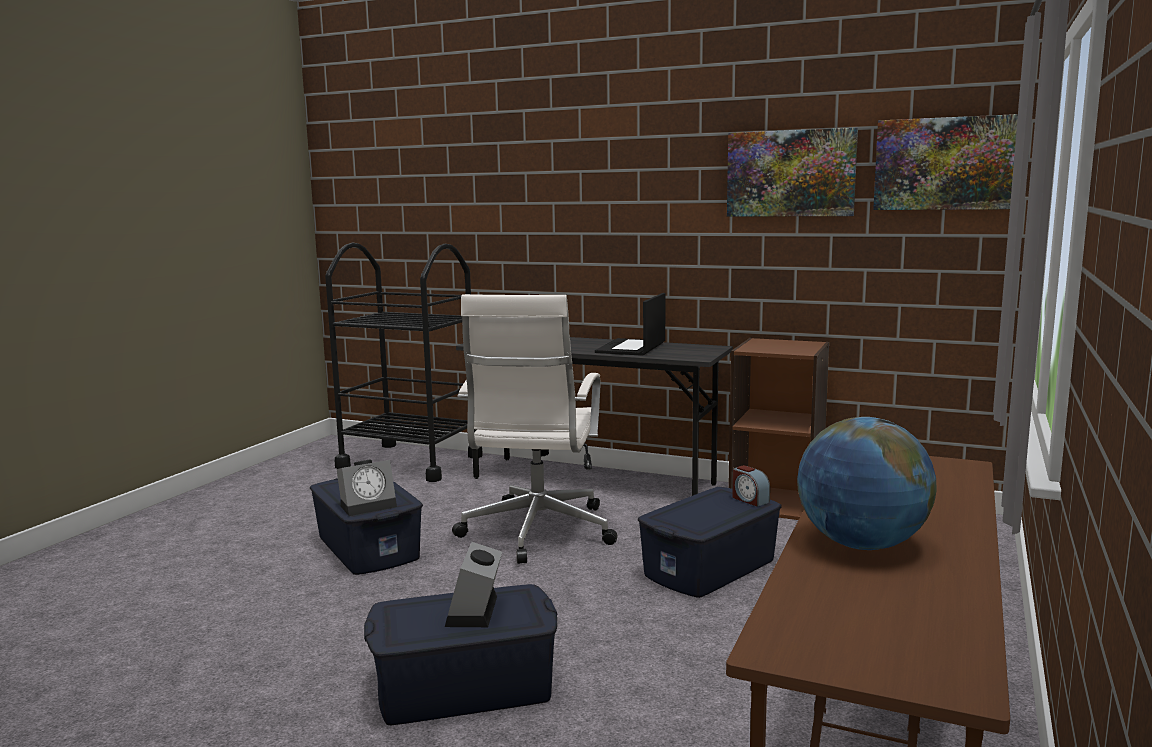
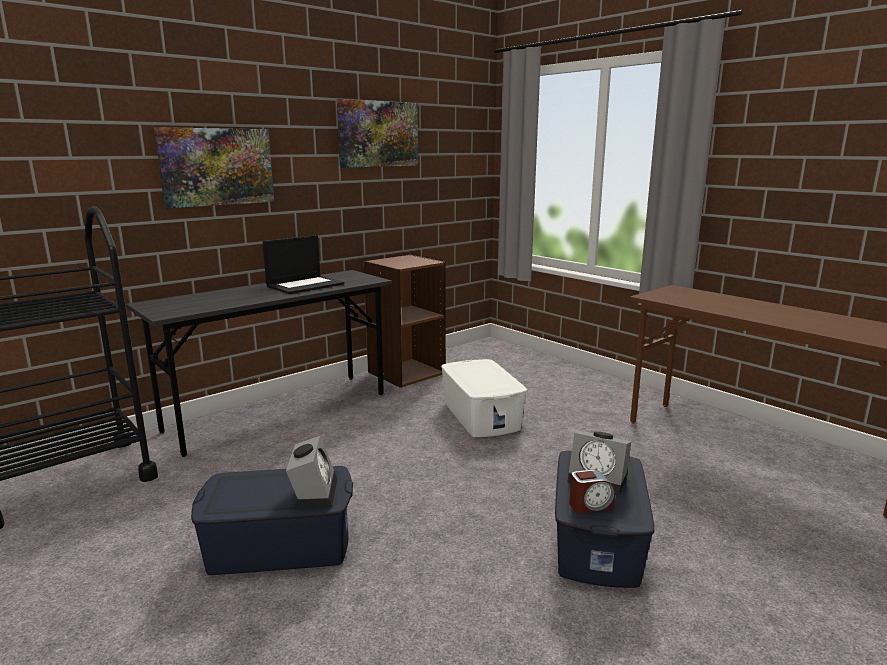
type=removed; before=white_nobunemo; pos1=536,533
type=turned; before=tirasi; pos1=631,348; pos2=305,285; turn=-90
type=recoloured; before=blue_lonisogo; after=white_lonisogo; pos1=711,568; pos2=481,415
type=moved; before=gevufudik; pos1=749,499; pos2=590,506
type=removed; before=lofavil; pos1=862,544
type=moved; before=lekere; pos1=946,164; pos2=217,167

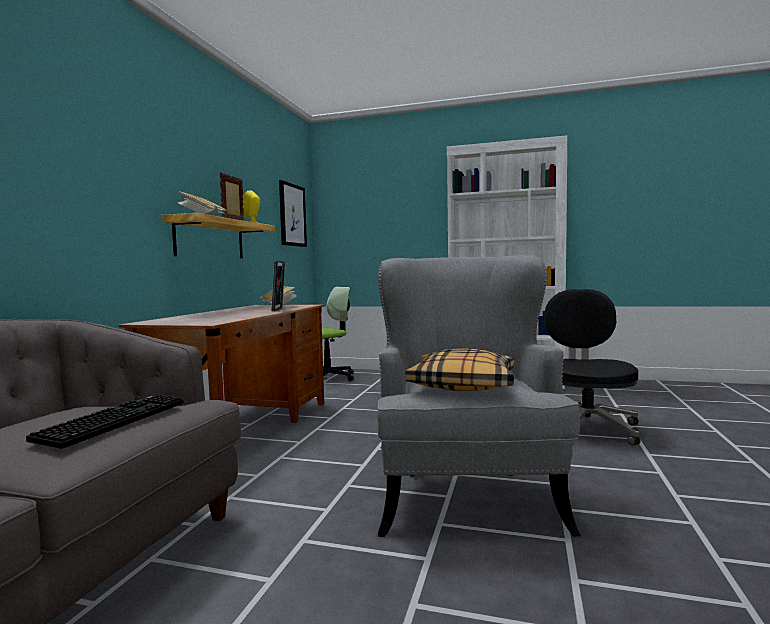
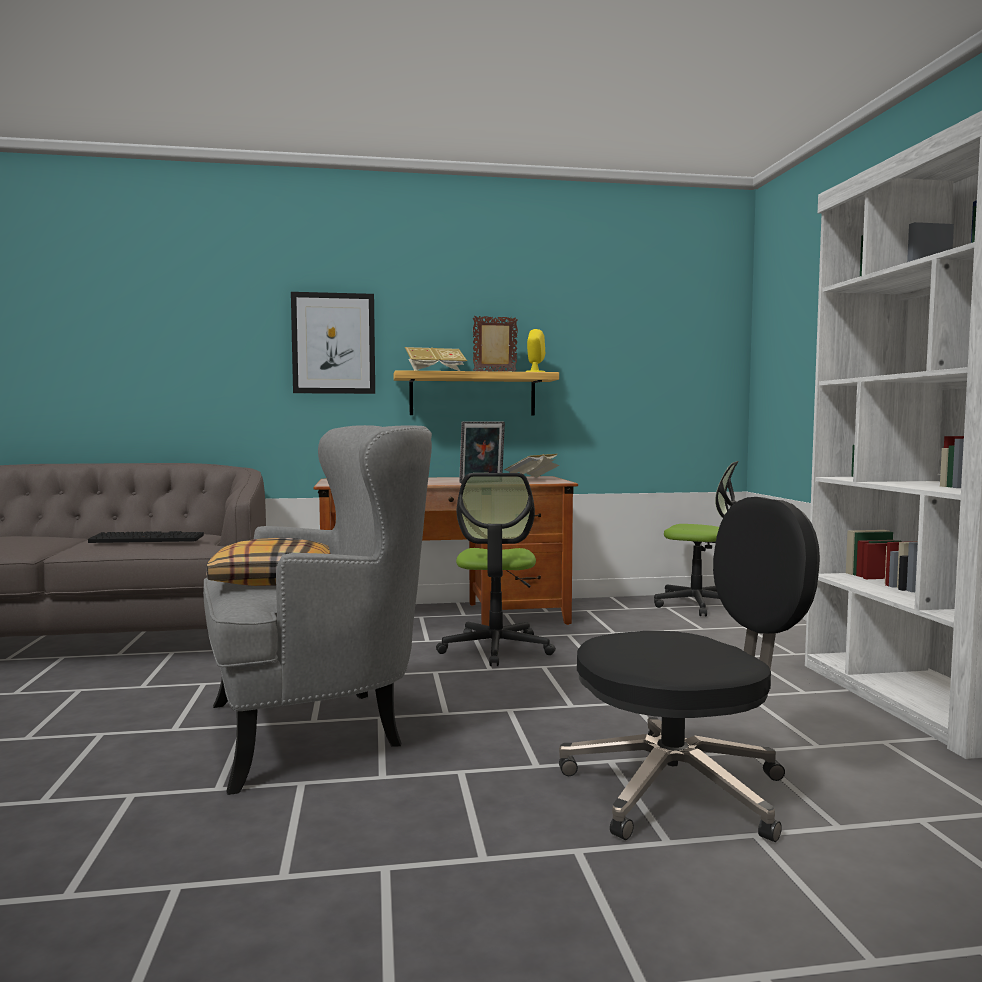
type=moved; before=lekere; pos1=292,215; pos2=333,343
type=added; after=nobunemo; pos2=496,649

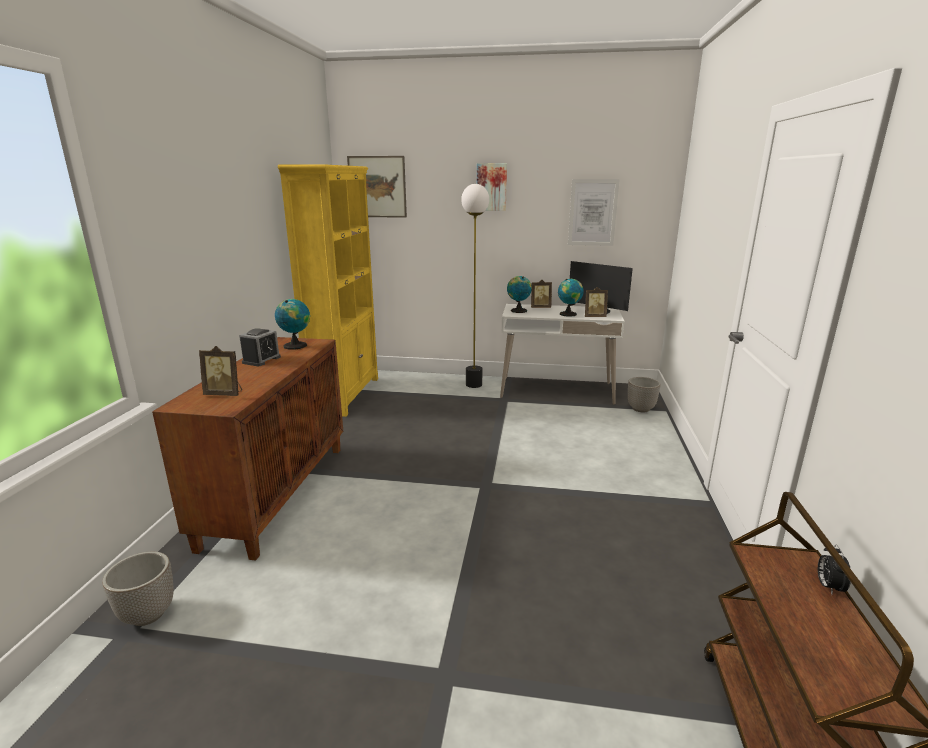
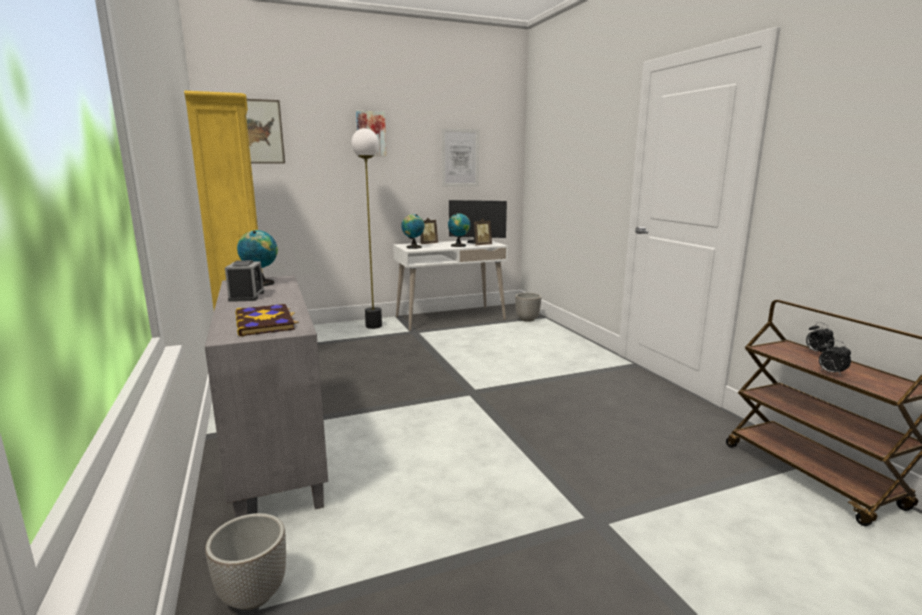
type=recoloured; before=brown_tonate; after=grey_tonate; pos1=277,493; pos2=274,449
type=replaced; before=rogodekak; after=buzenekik; pos1=225,394; pos2=265,322
type=added; after=gevufudik; pos2=830,373

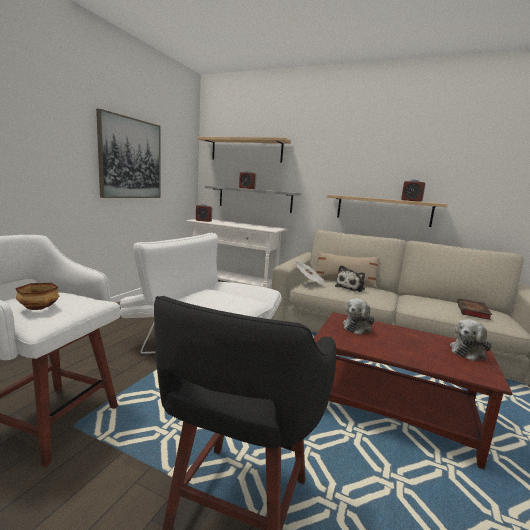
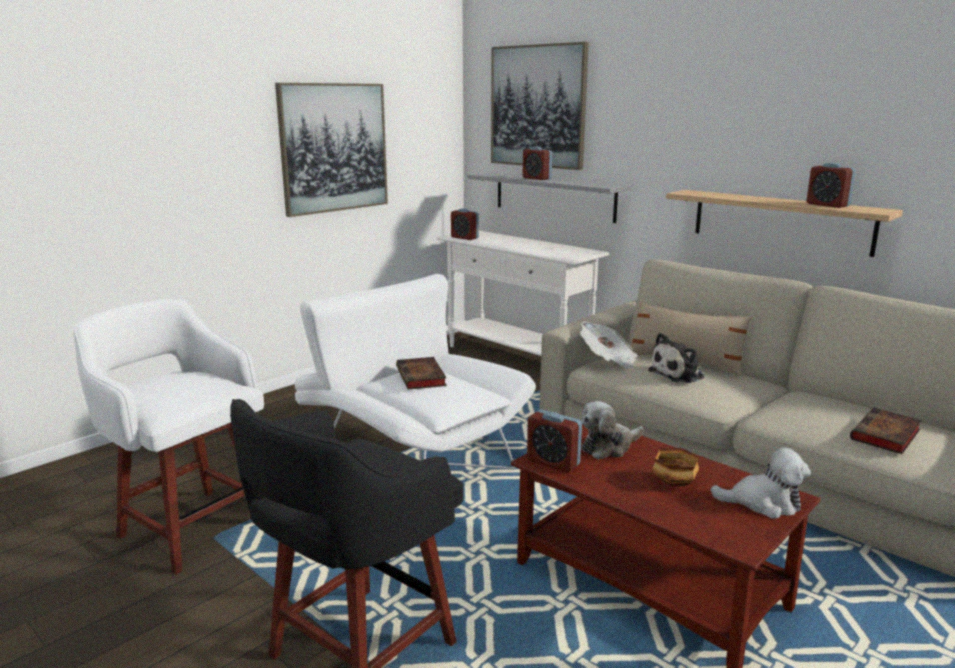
type=moved; before=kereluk; pos1=37,308; pos2=672,482
type=replaced; before=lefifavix; after=lekere; pos1=246,150; pos2=538,106
type=turned; before=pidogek; pos1=468,351; pos2=763,503; turn=-150
type=added; after=buzenekik; pos2=422,377
type=added; after=gevufudik; pos2=553,462

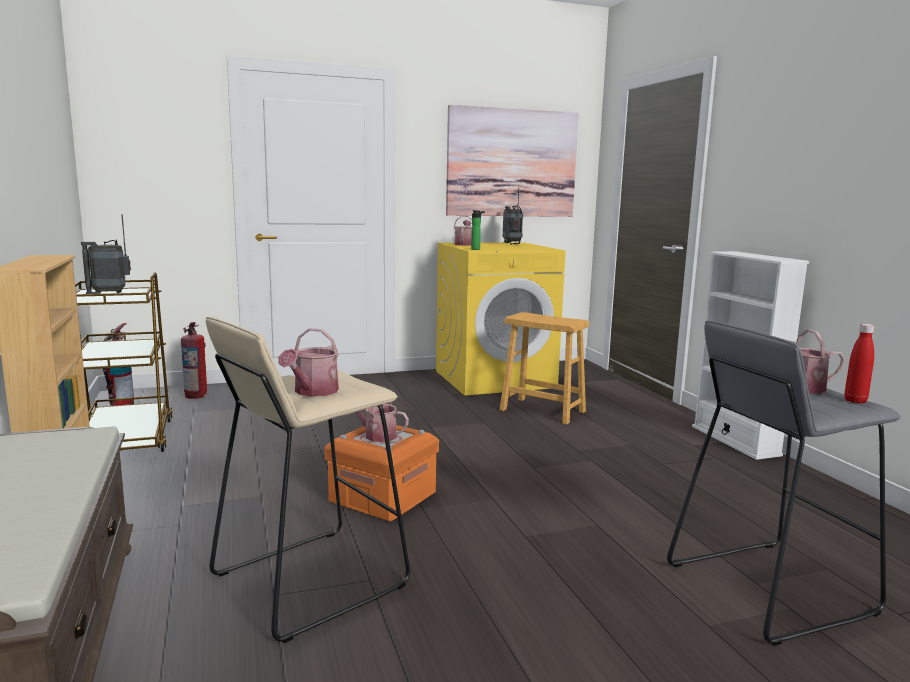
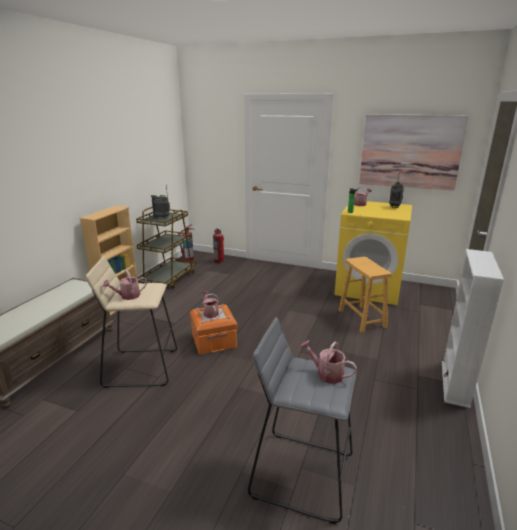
type=removed; before=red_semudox; pos1=855,401

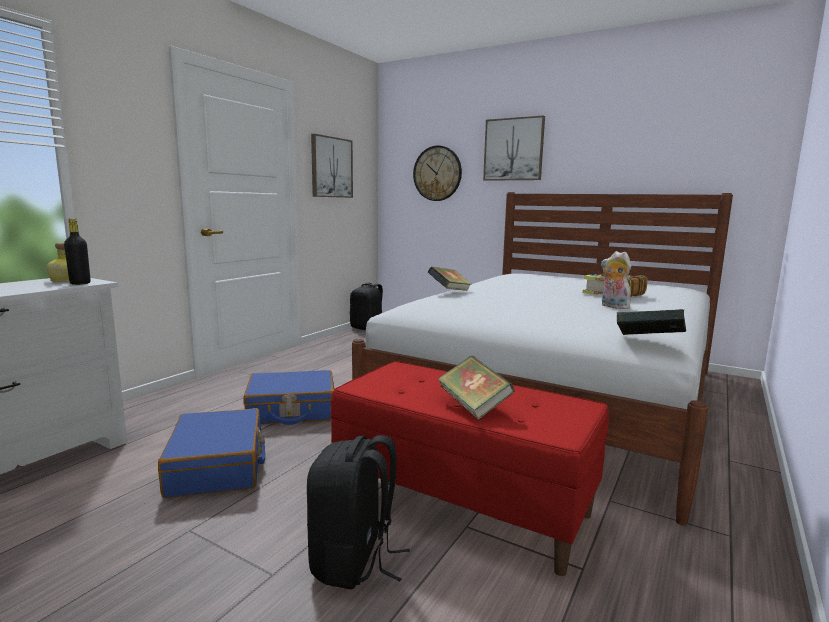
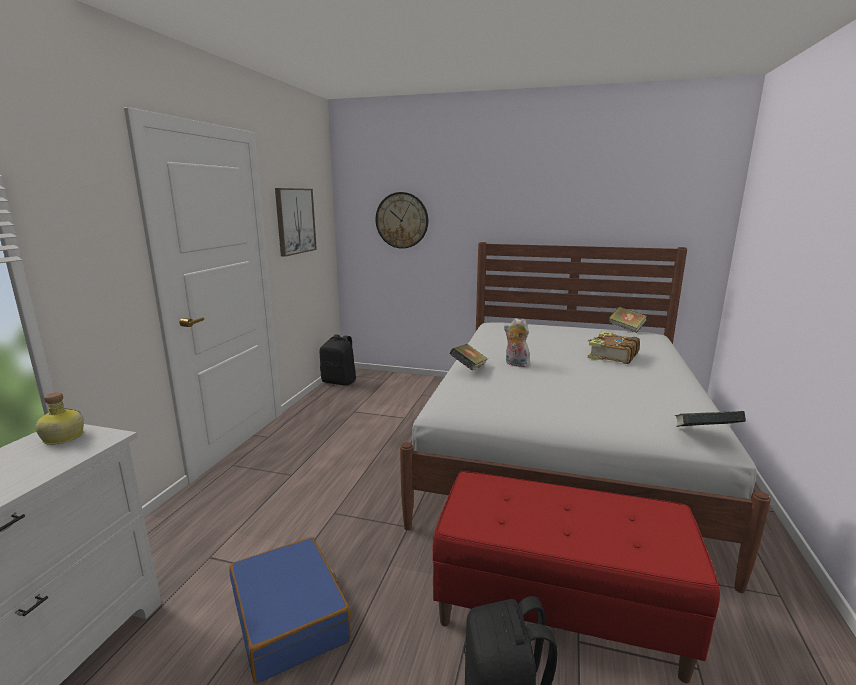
type=removed; before=black_semudox; pos1=80,283
type=removed; before=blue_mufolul; pos1=291,410
type=moved; before=buzenekik; pos1=473,406; pos2=626,329
type=removed; before=lekere; pos1=513,149
type=moved; before=pidogek; pos1=613,306; pos2=515,364

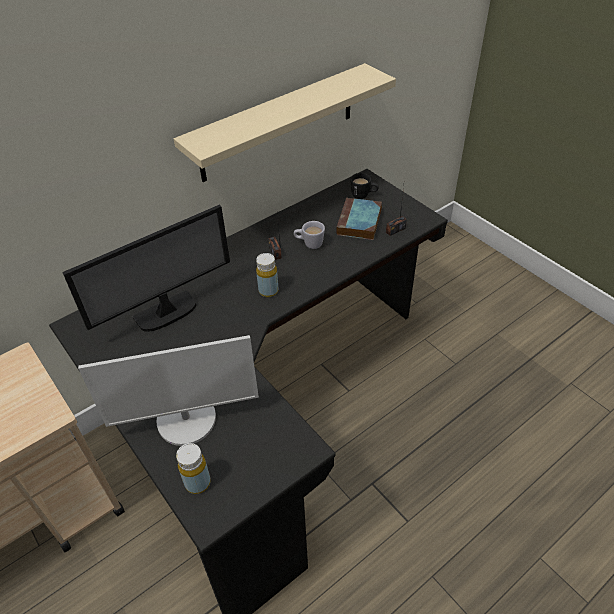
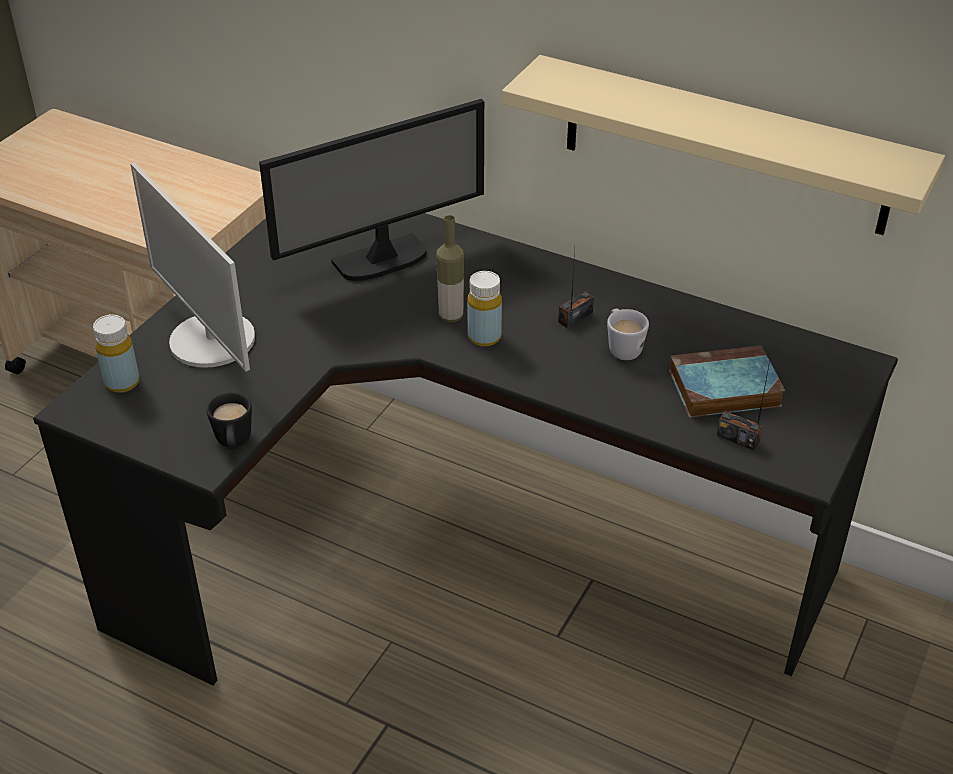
type=turned; before=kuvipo; pos1=167,313; pos2=382,261; turn=-60
type=moved; before=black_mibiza; pos1=363,195; pos2=234,443
type=added; after=semudox; pos2=451,316

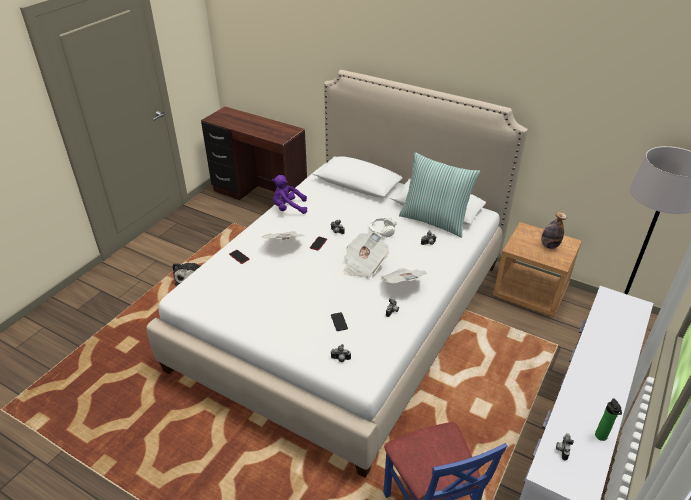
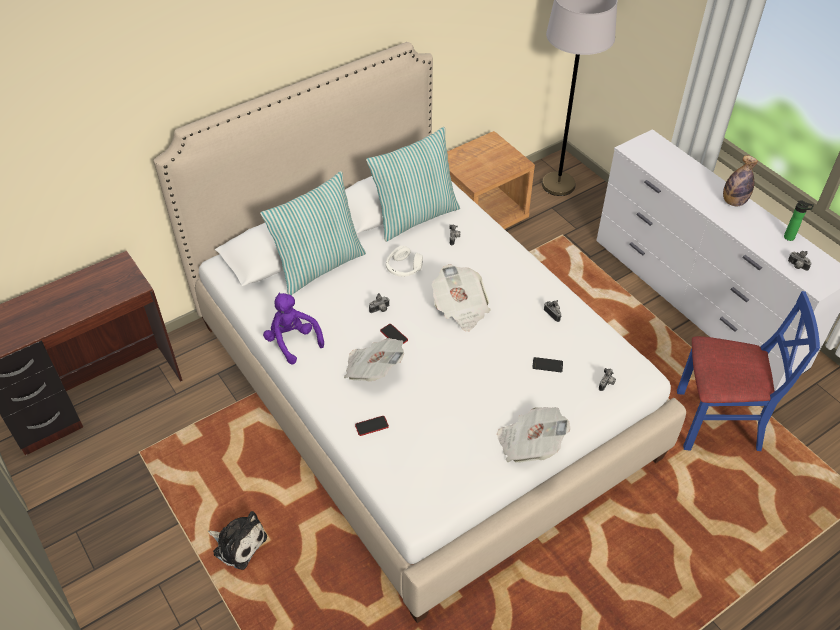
type=turned; before=purple_pidogek; pos1=288,208; pos2=292,341; turn=120
type=moved; before=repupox; pos1=402,284; pos2=529,444
type=moved; before=semudox; pos1=549,246; pos2=733,202
type=added; after=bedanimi; pos2=318,265

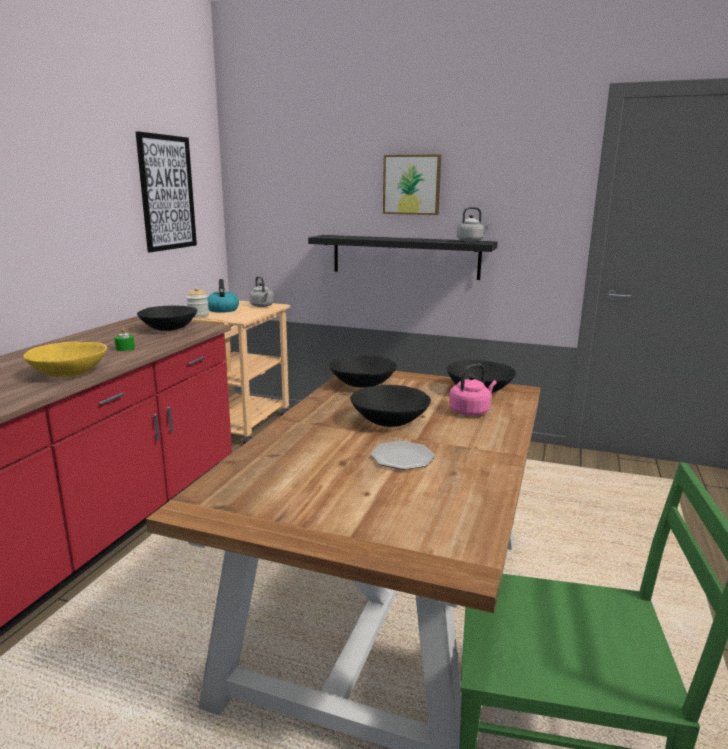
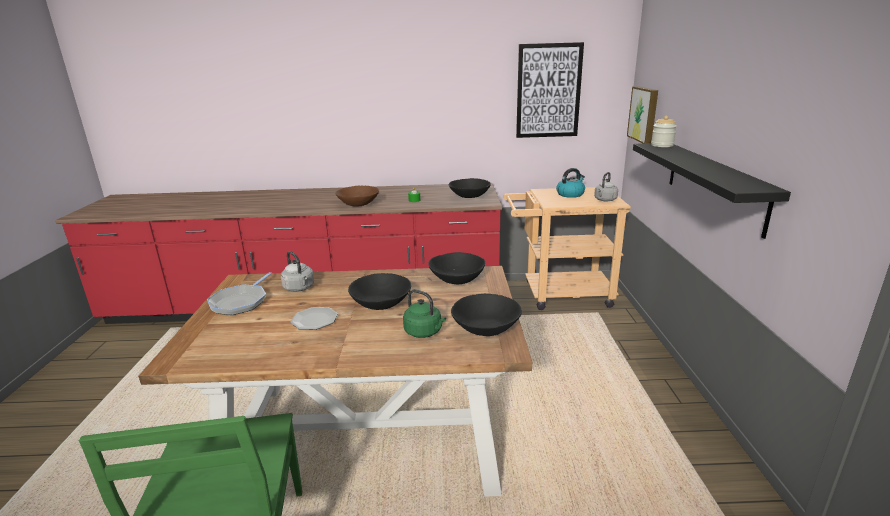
type=recoloured; before=yellow_kereluk; after=brown_kereluk; pos1=69,373; pos2=358,204
type=moved; before=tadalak; pos1=198,315; pos2=662,145
type=moved; before=lekere; pos1=412,185; pos2=644,114
type=recoloured; before=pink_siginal; after=green_siginal; pos1=471,411; pos2=424,332
type=moved; before=grey_siginal; pos1=471,241; pos2=299,288
type=added; after=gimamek; pos2=241,302

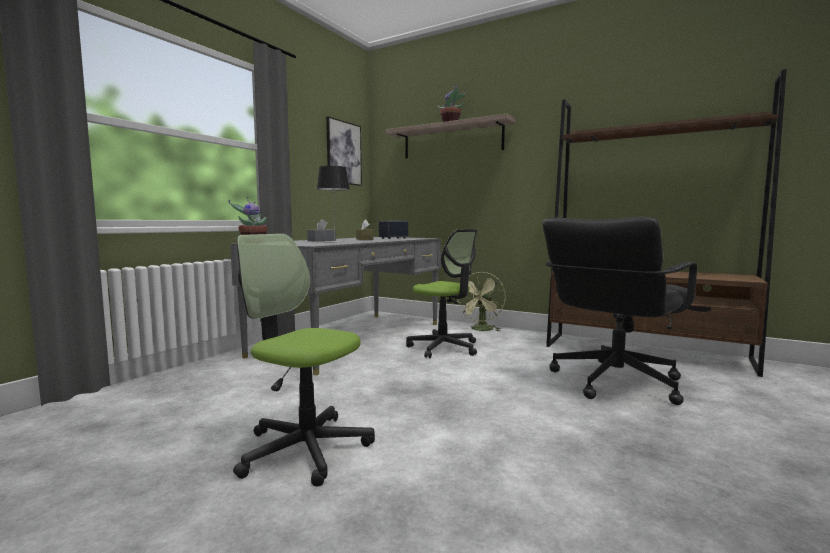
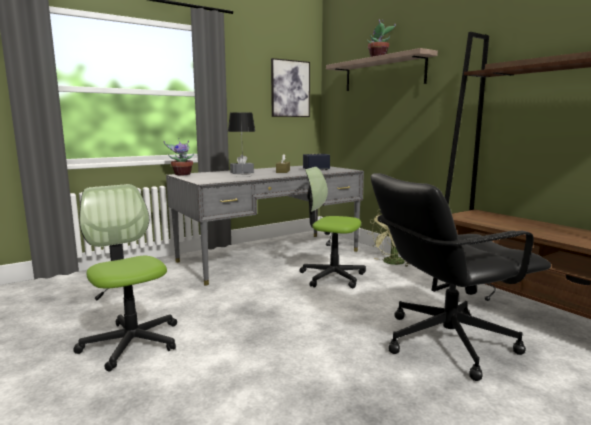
type=turned; before=nobunemo; pos1=444,348; pos2=332,276; turn=135

